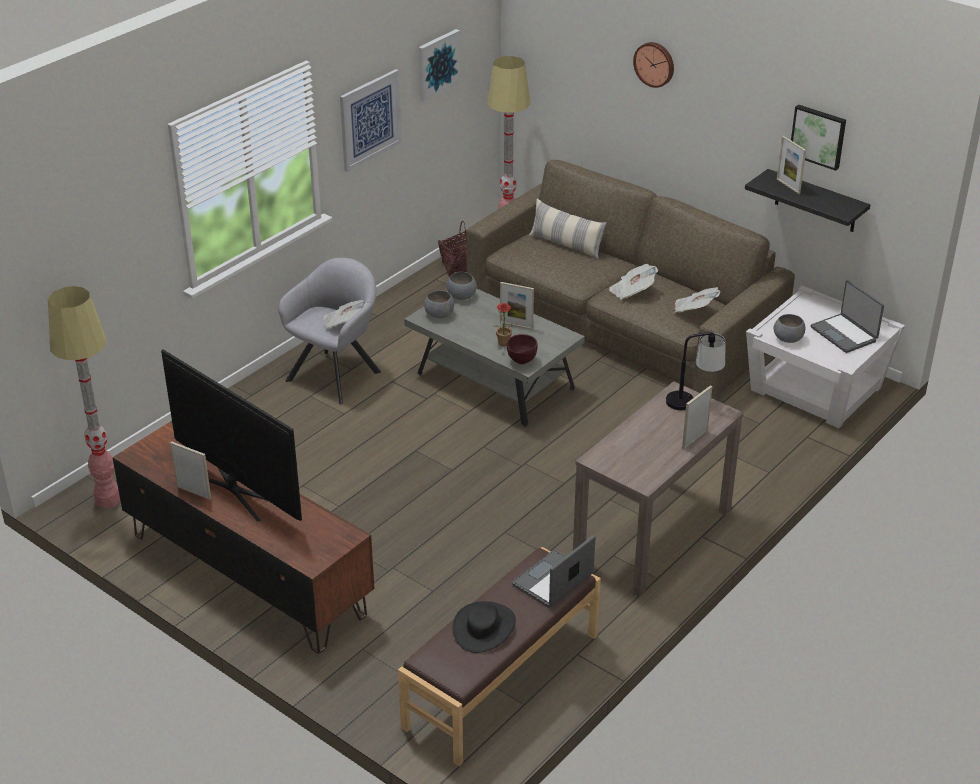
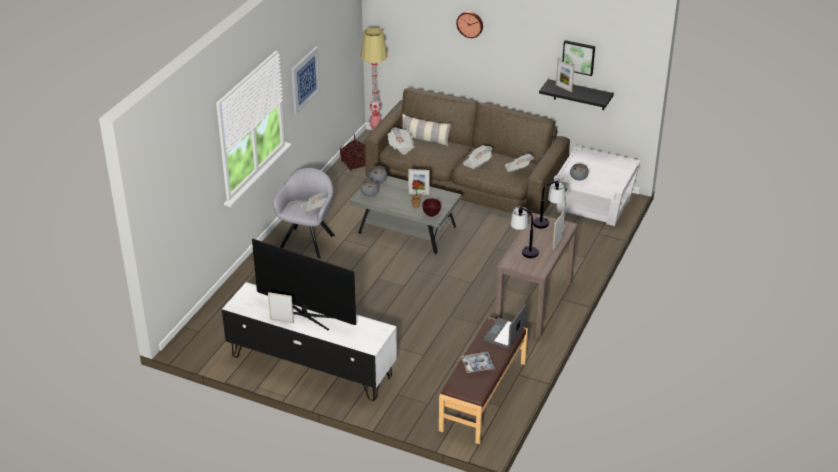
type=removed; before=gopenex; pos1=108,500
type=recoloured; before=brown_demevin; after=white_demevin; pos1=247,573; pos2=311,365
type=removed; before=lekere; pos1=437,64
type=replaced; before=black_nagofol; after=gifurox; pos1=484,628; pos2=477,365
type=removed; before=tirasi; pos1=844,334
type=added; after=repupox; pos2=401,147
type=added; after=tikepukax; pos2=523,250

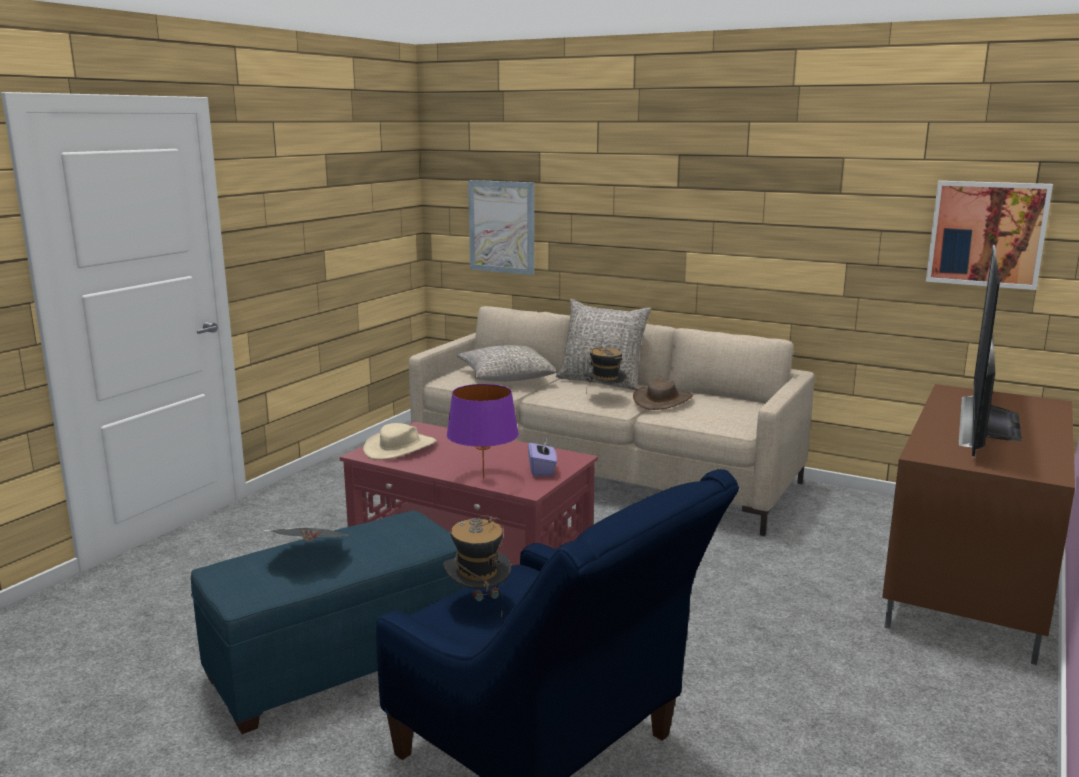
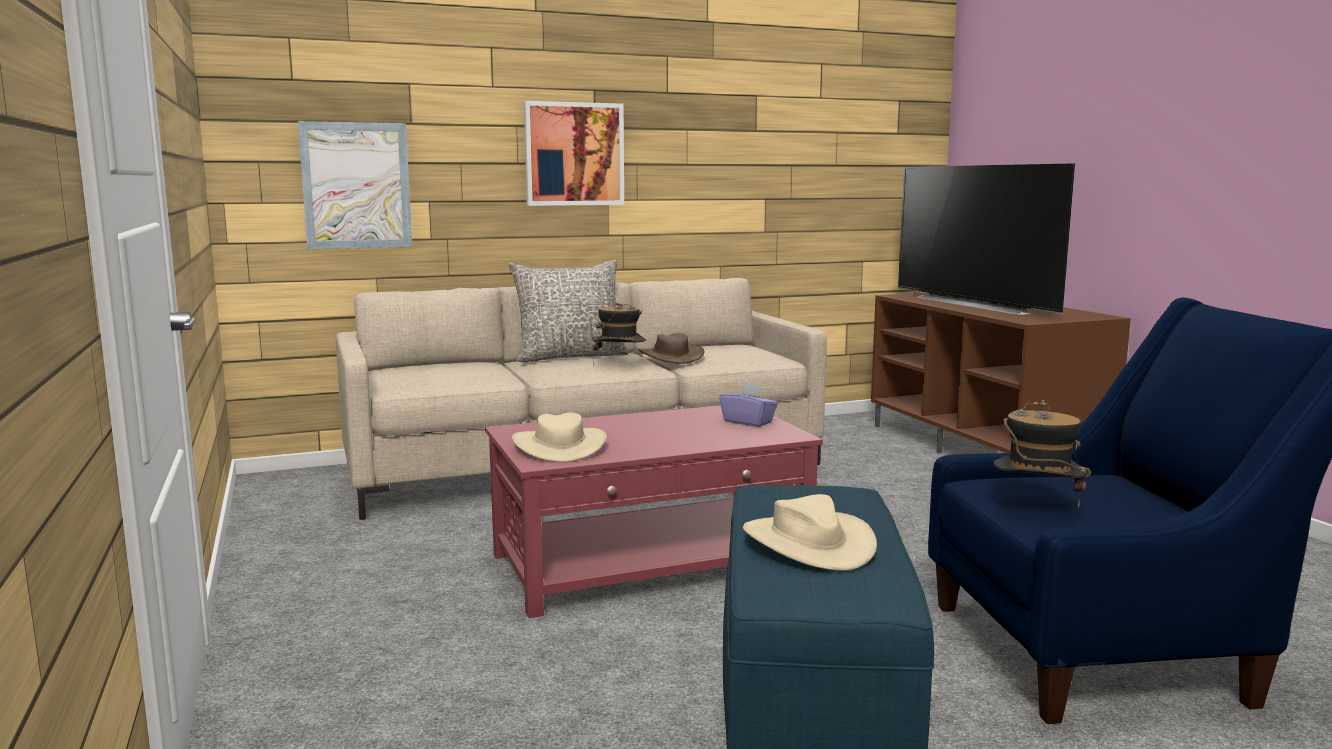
type=replaced; before=repupox; after=beige_nagofol; pos1=312,554; pos2=807,543
type=removed; before=purple_tikepukax; pos1=483,478
type=removed; before=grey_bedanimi; pos1=505,377
type=moved; before=lekere; pos1=987,234; pos2=574,154

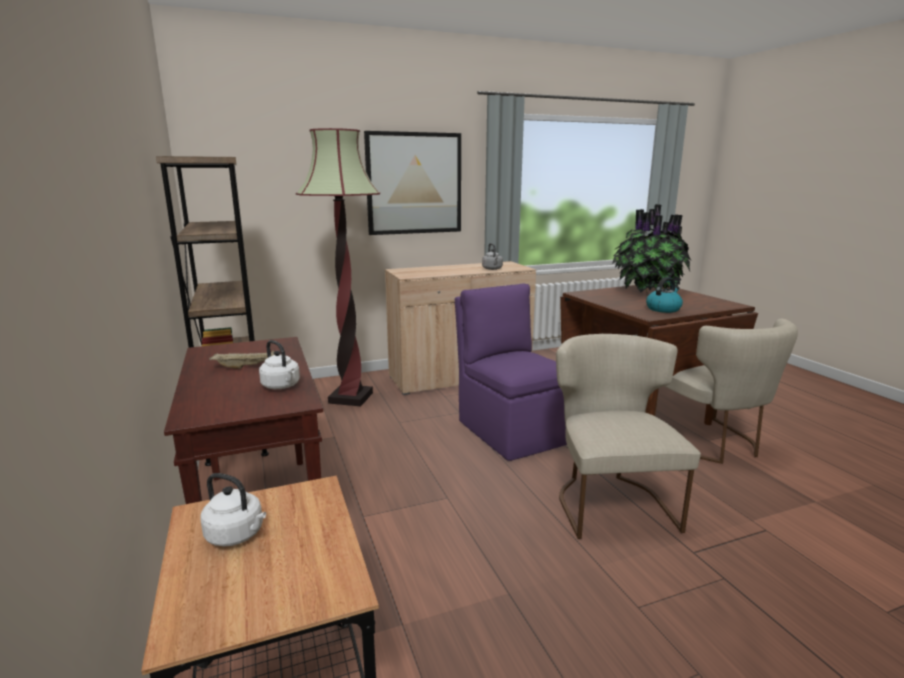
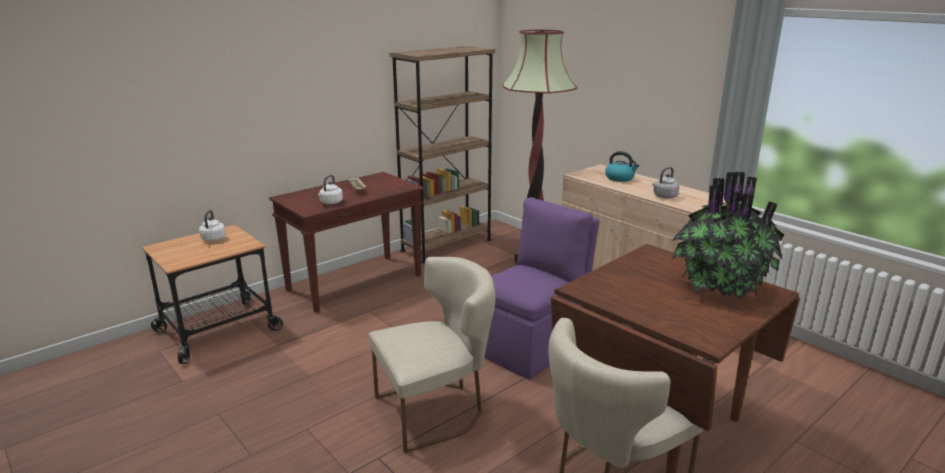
type=removed; before=lekere; pos1=414,183
type=moved; before=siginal; pos1=663,309; pos2=620,178

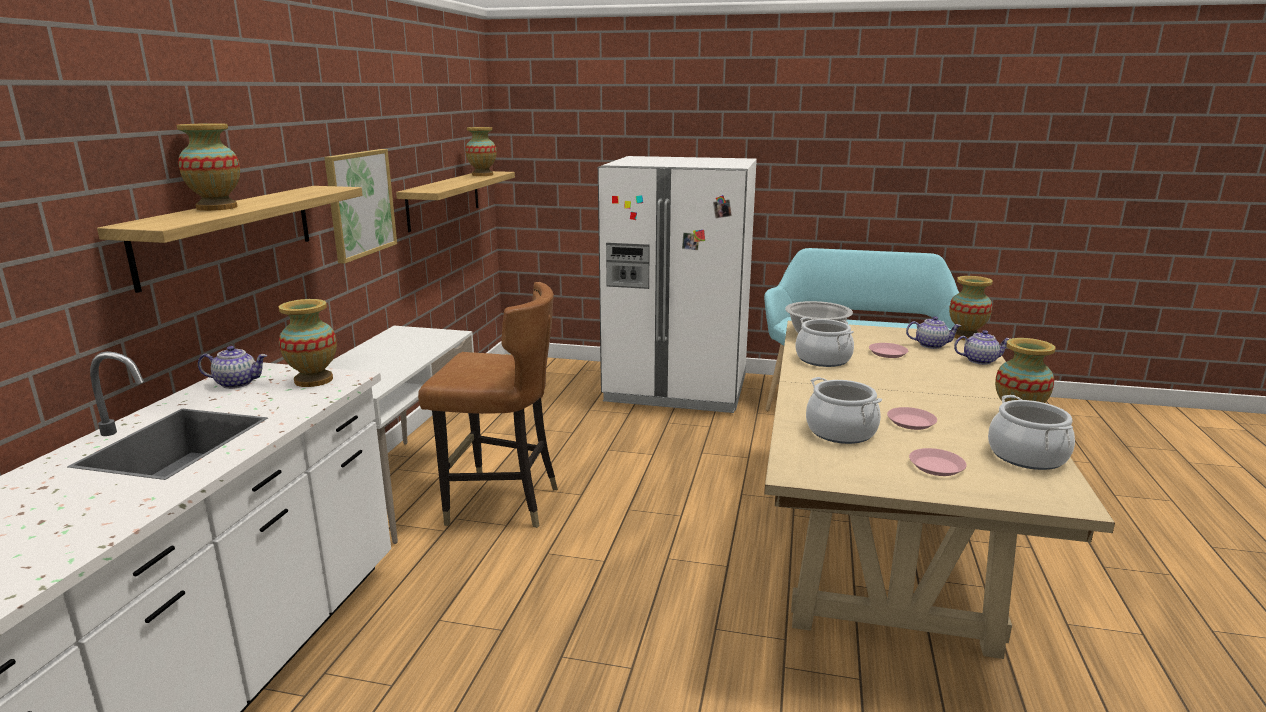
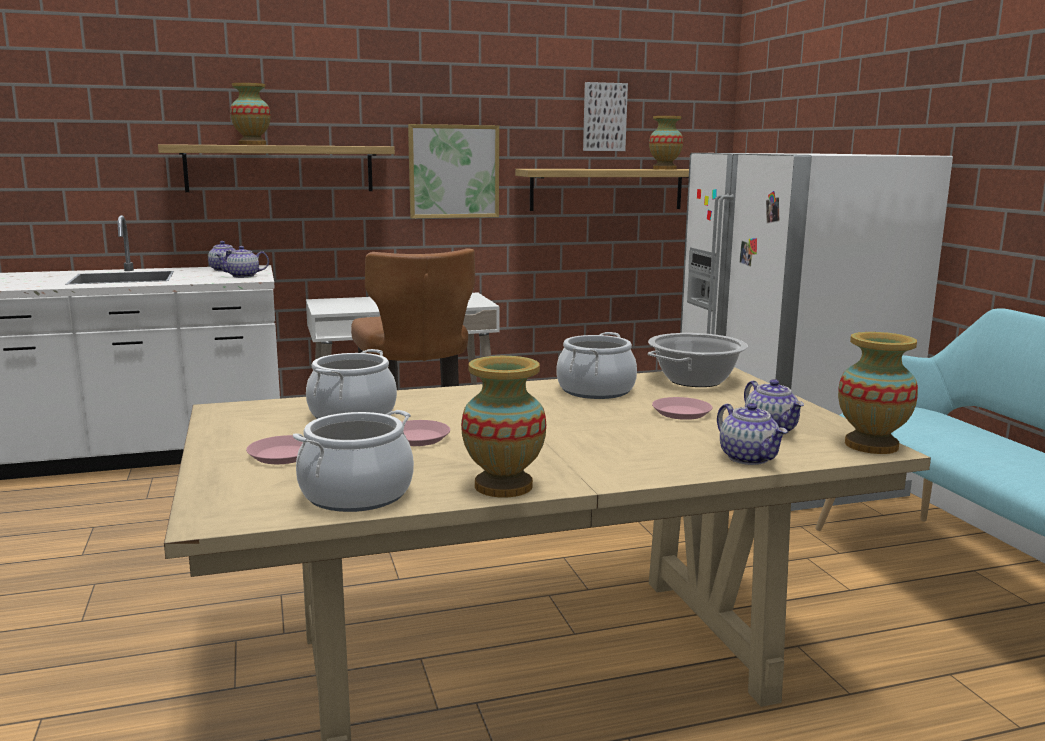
type=replaced; before=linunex; after=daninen; pos1=314,380; pos2=243,276
type=added; after=lekere; pos2=604,117

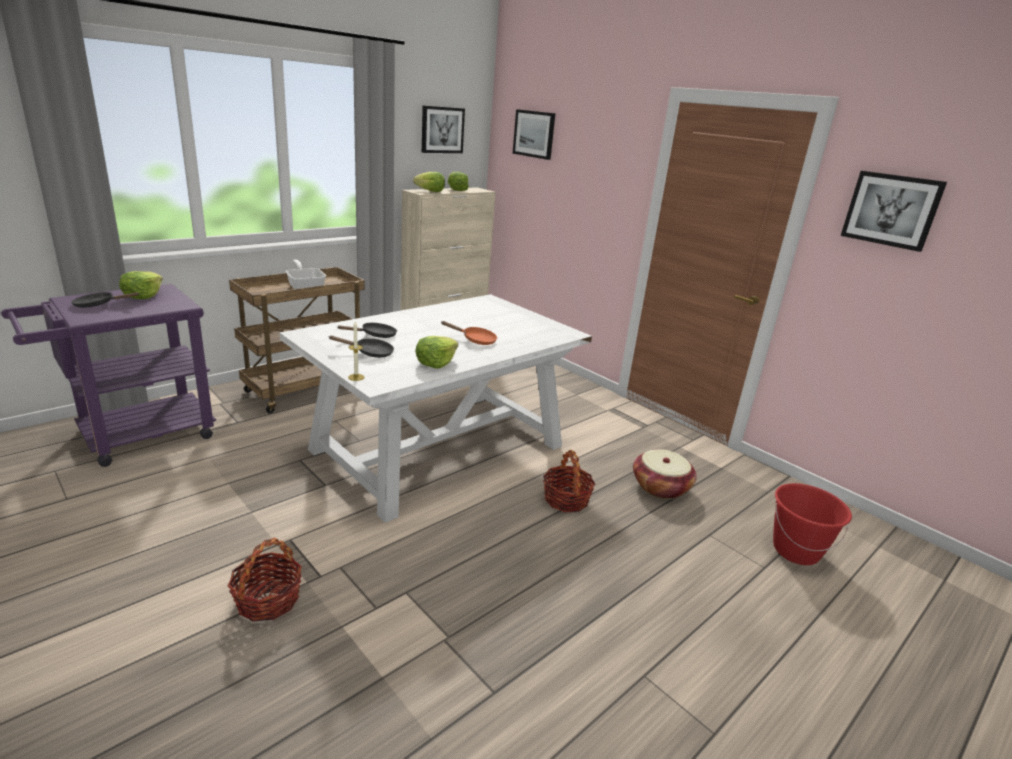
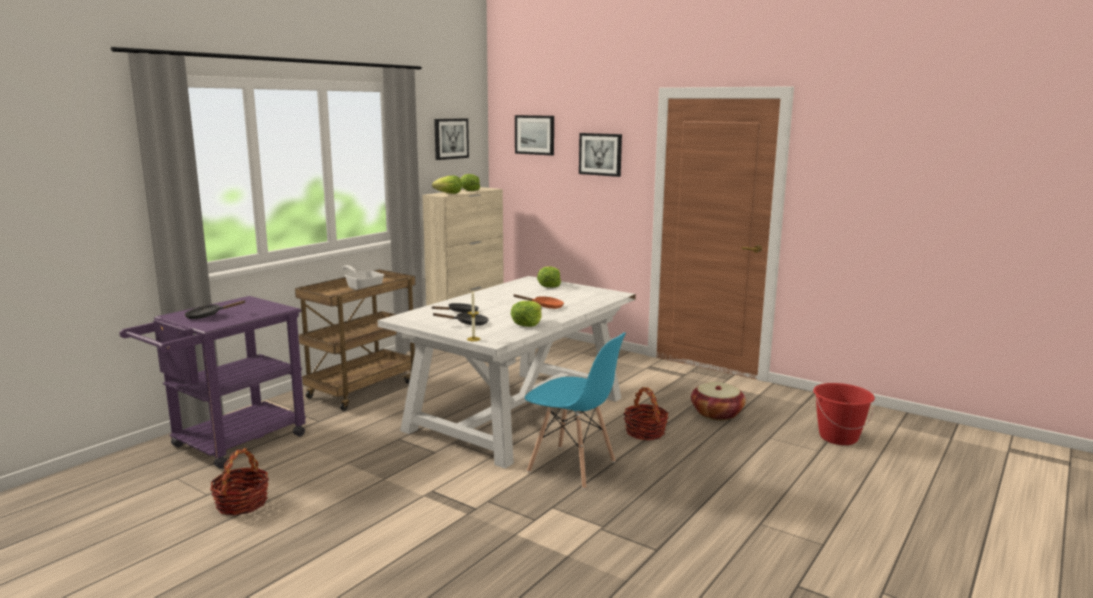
type=moved; before=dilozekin; pos1=143,296; pos2=549,285
type=moved; before=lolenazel; pos1=268,600; pos2=242,504
type=moved; before=lekere; pos1=891,210; pos2=600,154
type=added; after=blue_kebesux; pos2=572,467

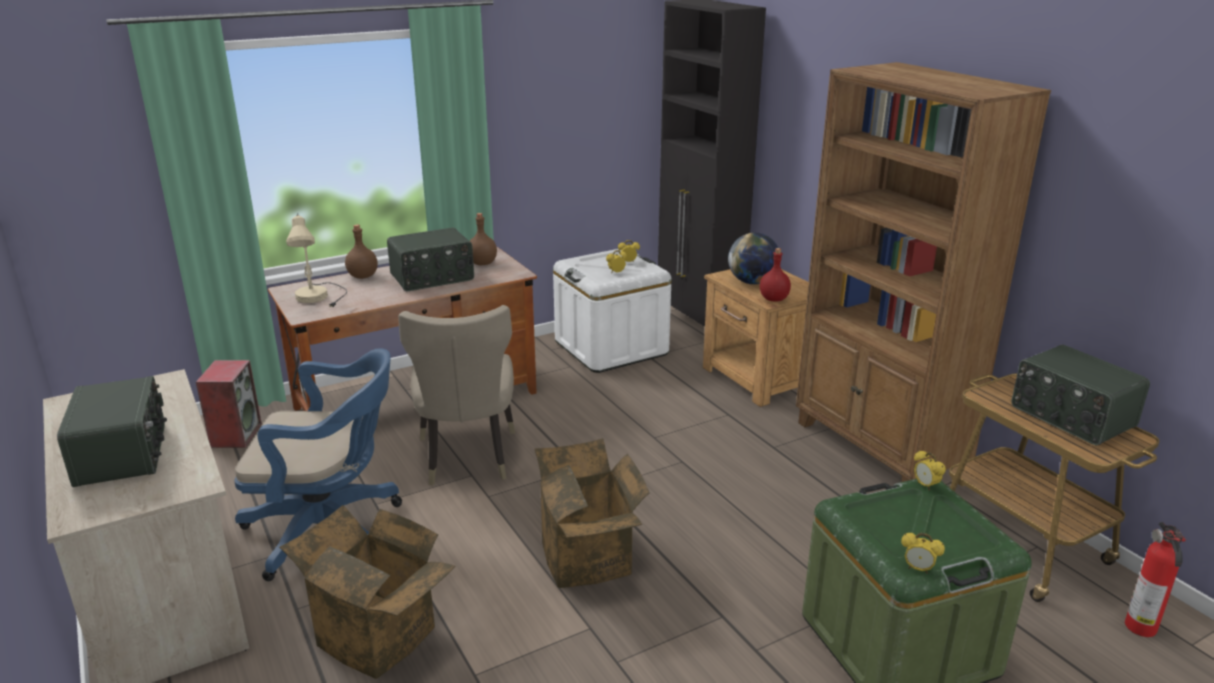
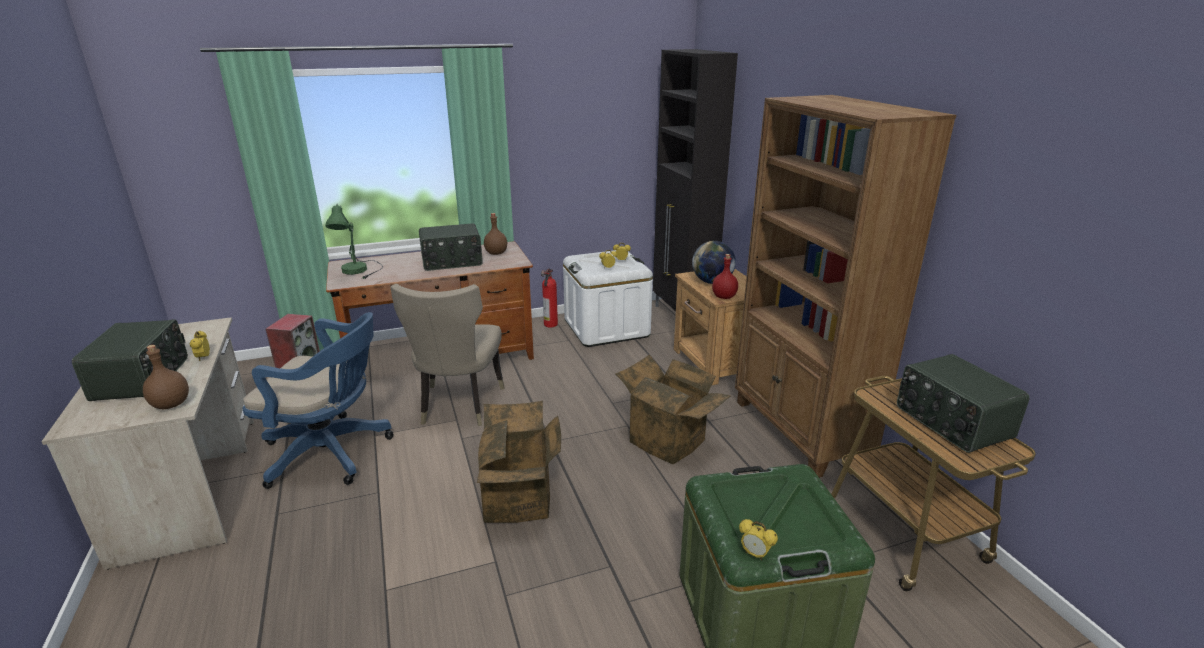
type=moved; before=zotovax; pos1=382,634; pos2=670,440
type=recoloured; before=beige_tikepukax; after=green_tikepukax; pos1=321,299; pos2=360,272
type=moved; before=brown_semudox; pos1=362,276; pos2=170,404
type=moved; before=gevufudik; pos1=925,486; pos2=203,358
type=moved; before=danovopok; pos1=1141,628; pos2=550,324

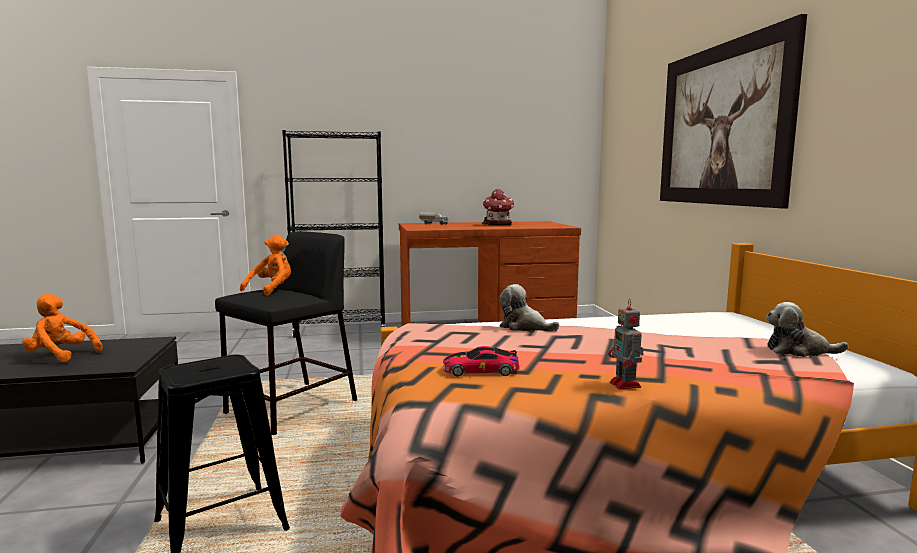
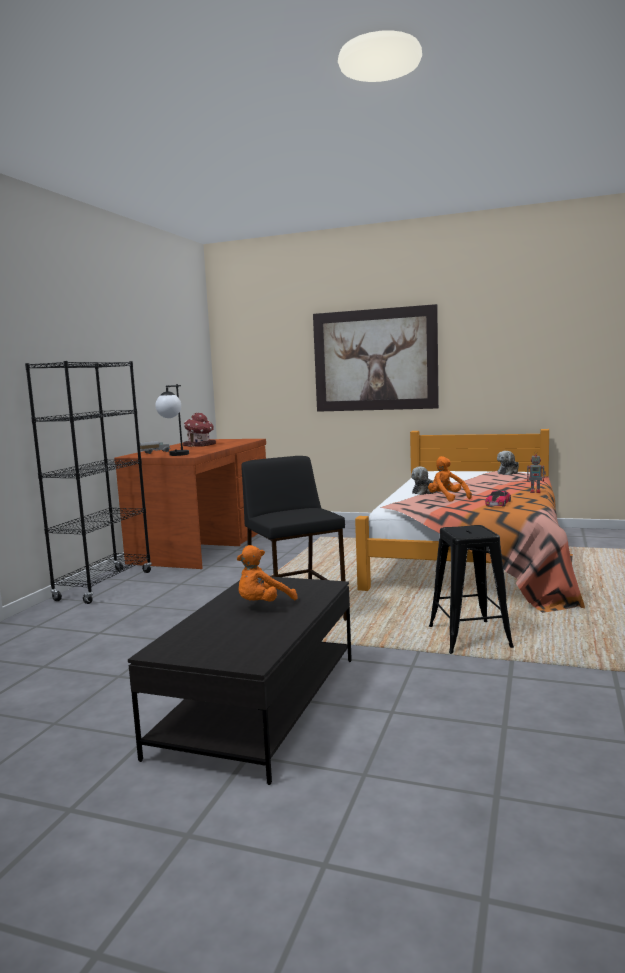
type=moved; before=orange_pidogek; pos1=271,290; pos2=447,498
type=added; after=tikepukax; pos2=175,455

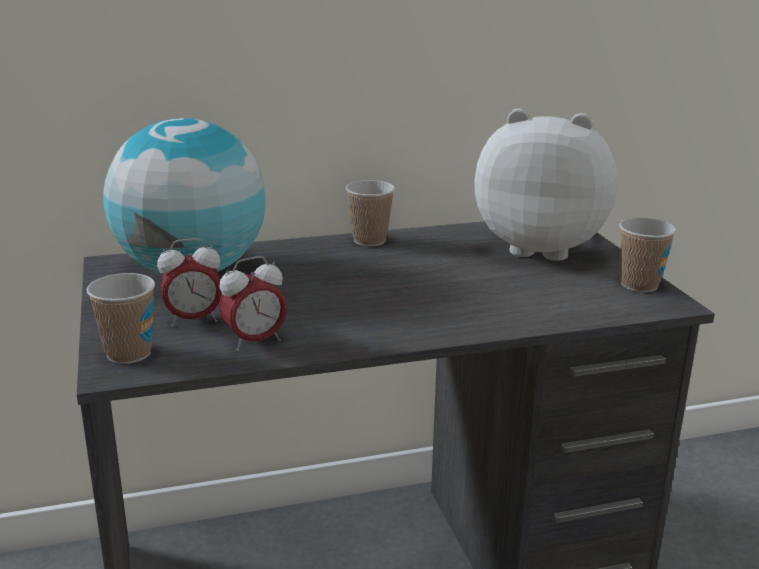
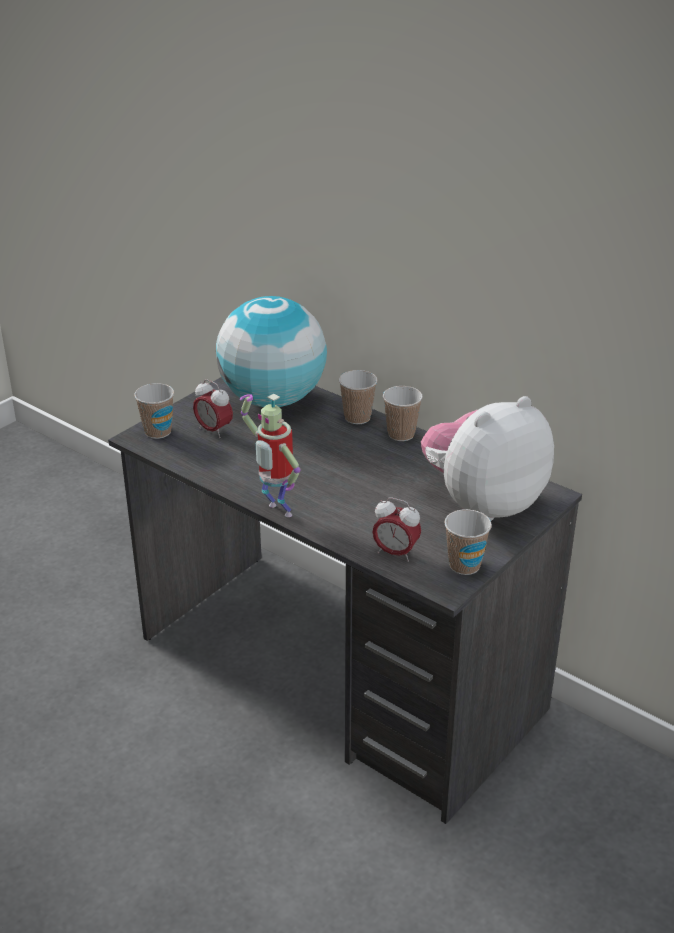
type=moved; before=gevufudik; pos1=254,342; pos2=395,553
type=turned; before=pidogek; pos1=540,247; pos2=482,503; turn=-105
type=added; after=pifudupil; pos2=276,511
type=added; after=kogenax; pos2=357,417

